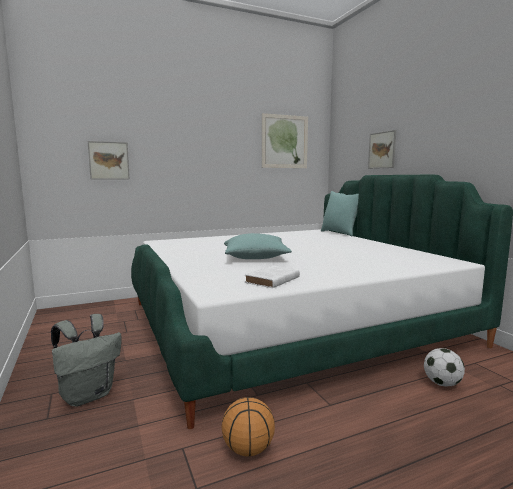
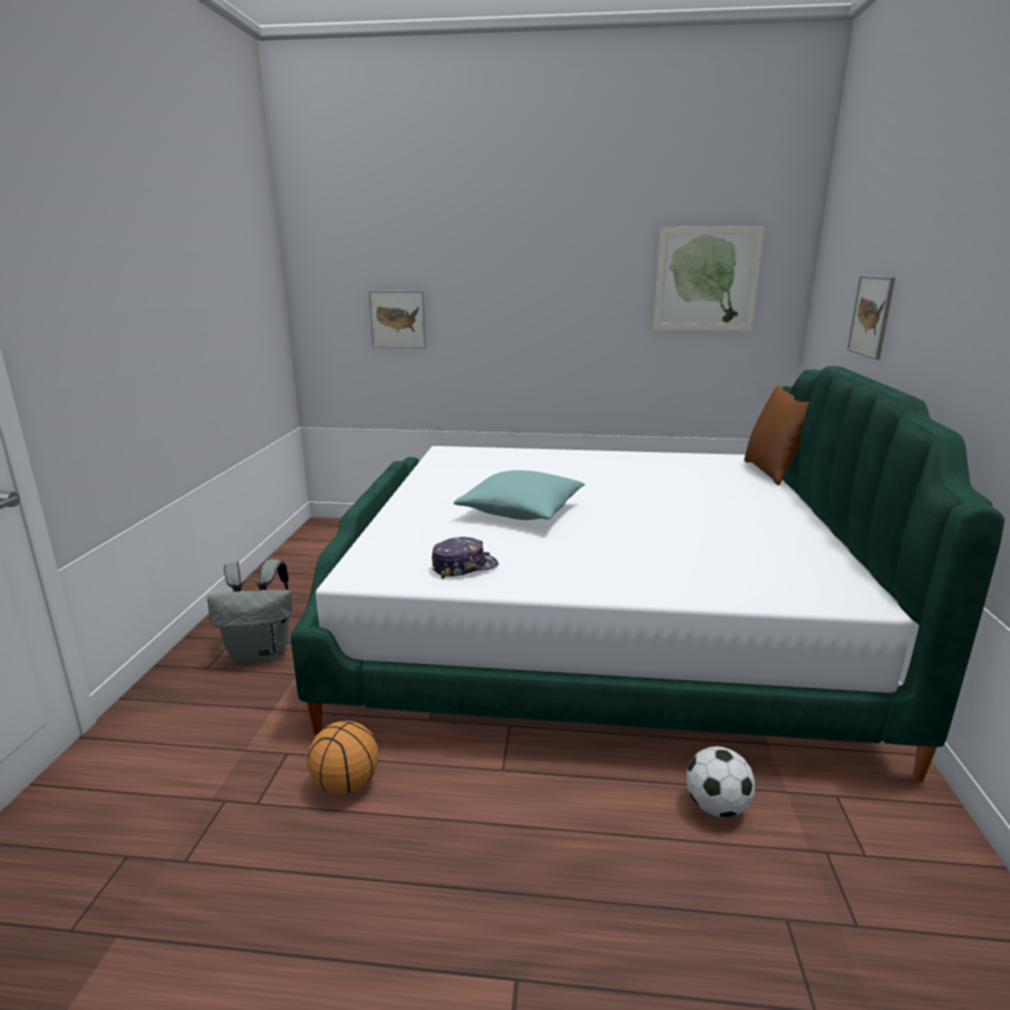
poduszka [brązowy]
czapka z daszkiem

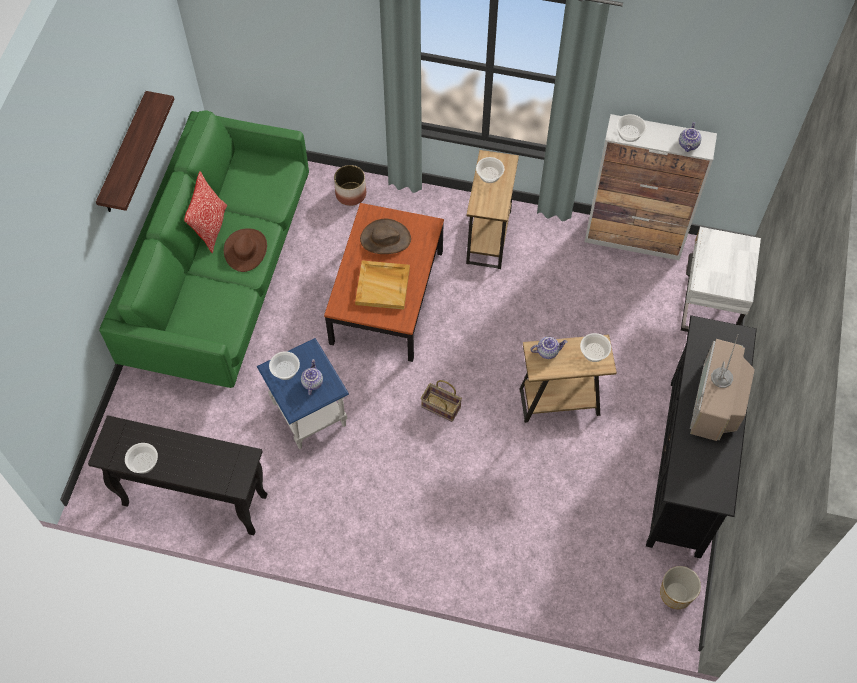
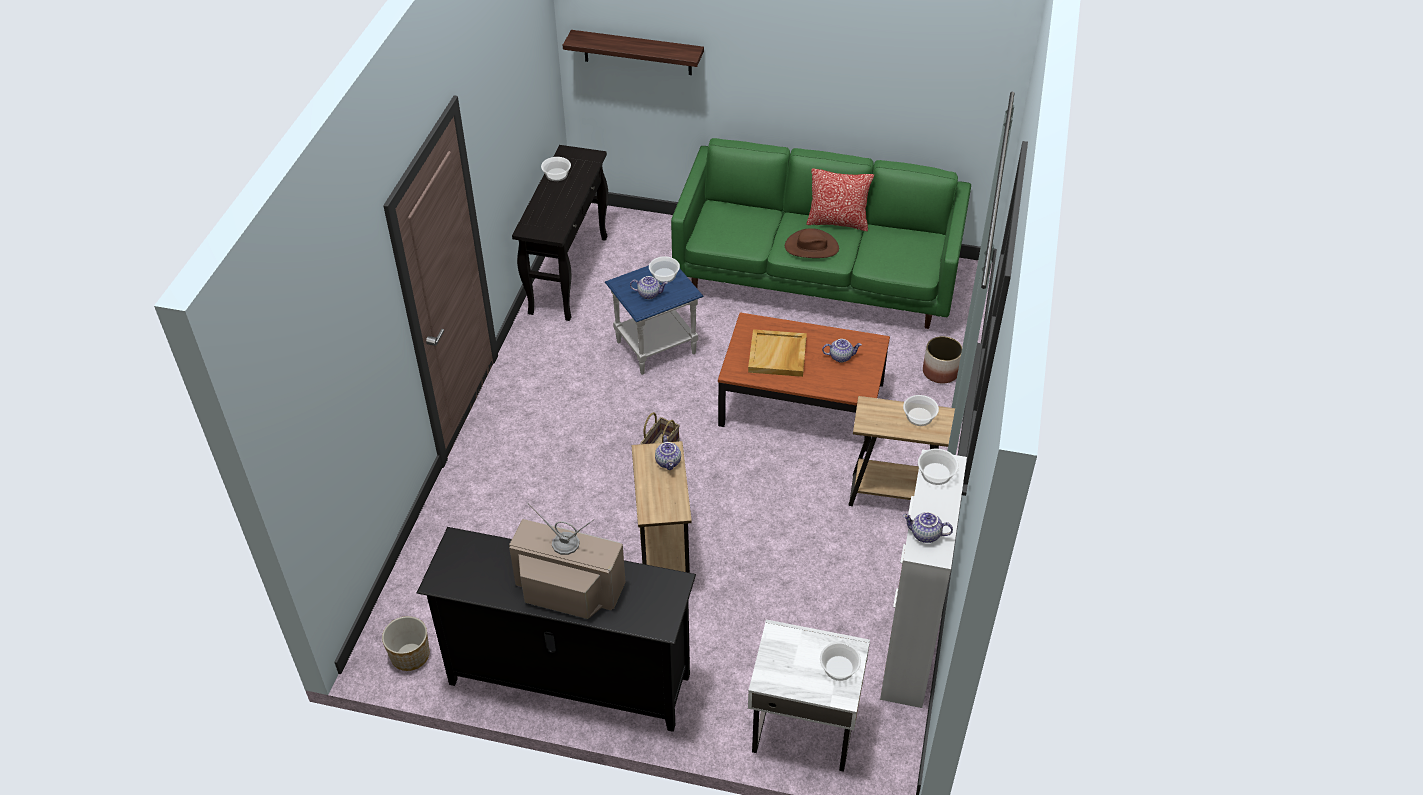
półka
imbryk (no. 3 from left)
miska (no. 3 from left)

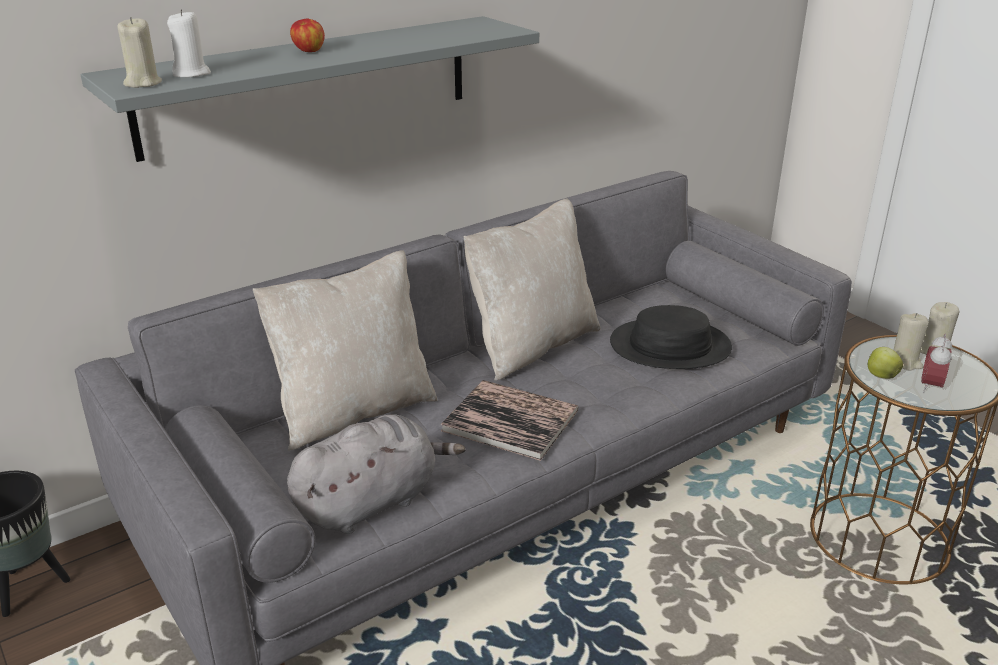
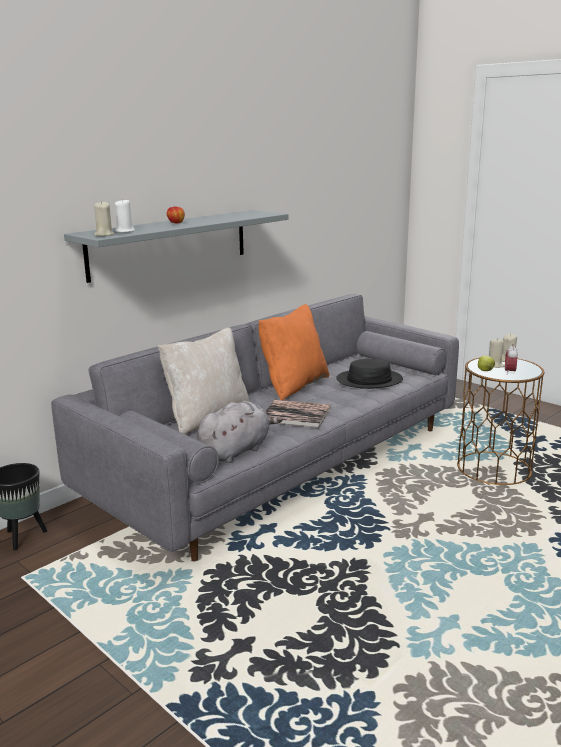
poduszka [pomarańczowy]

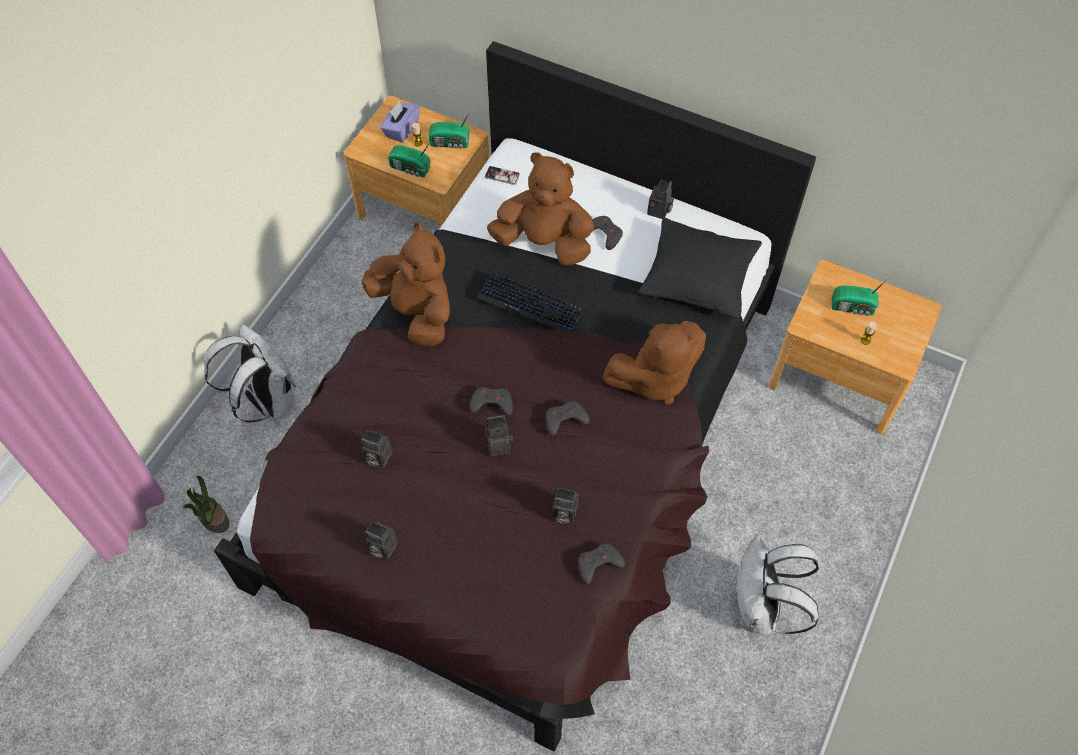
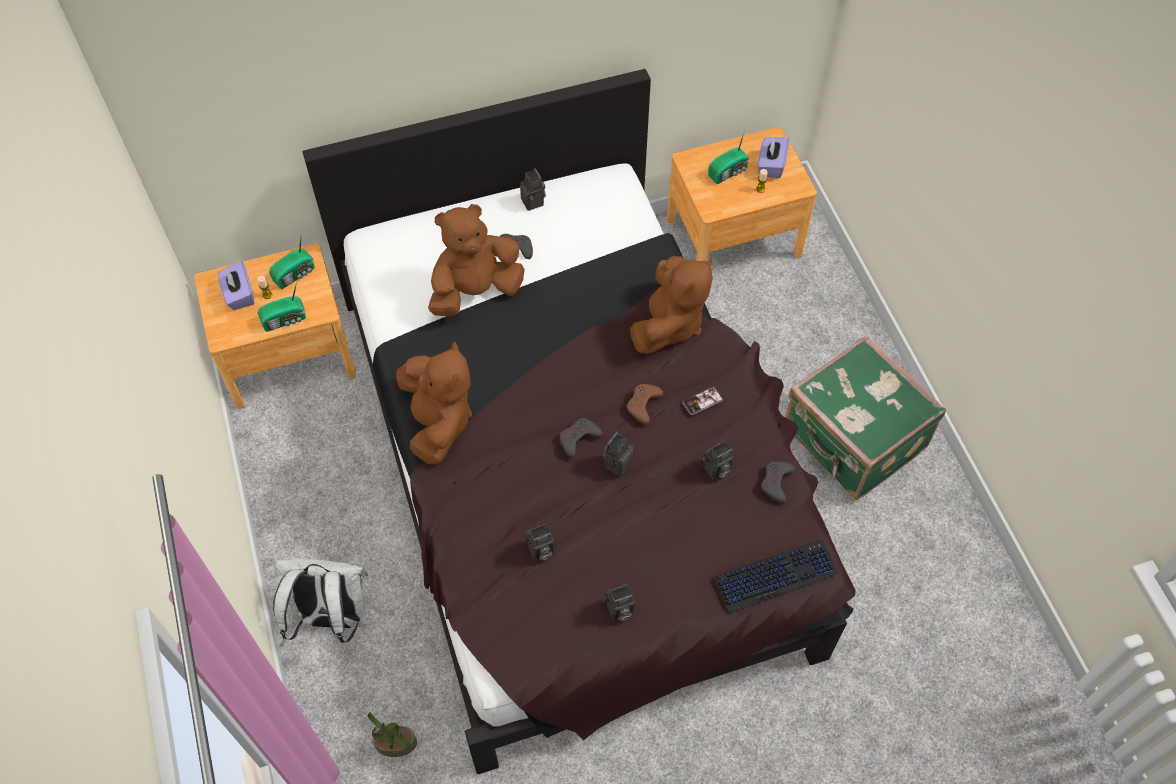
telefon
poduszka [czarny]
pluszak [brązowy] (no. 1 from left)
klawiatura
pad do gier [brązowy]
walizka [zielony]
pudełko chusteczek [fioletowy] (no. 2 from left)

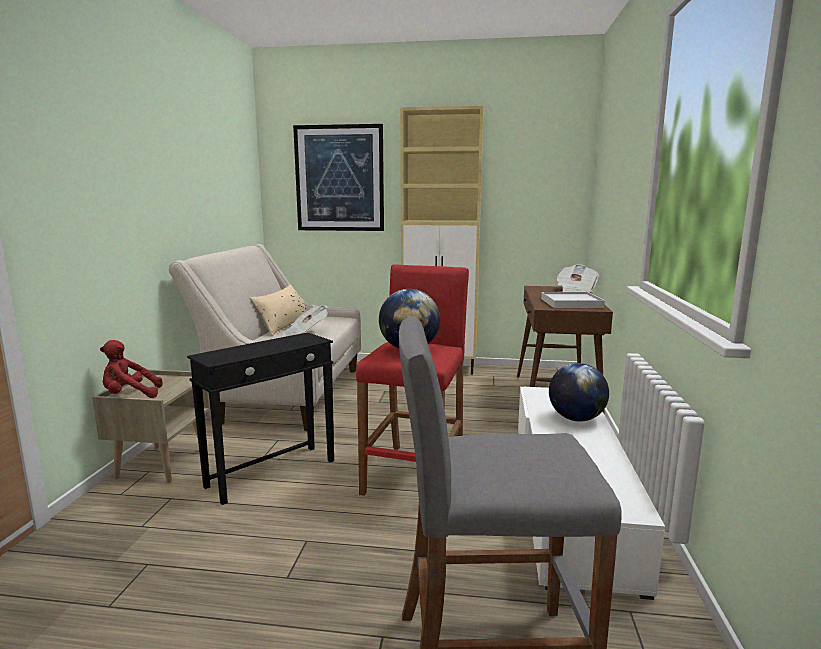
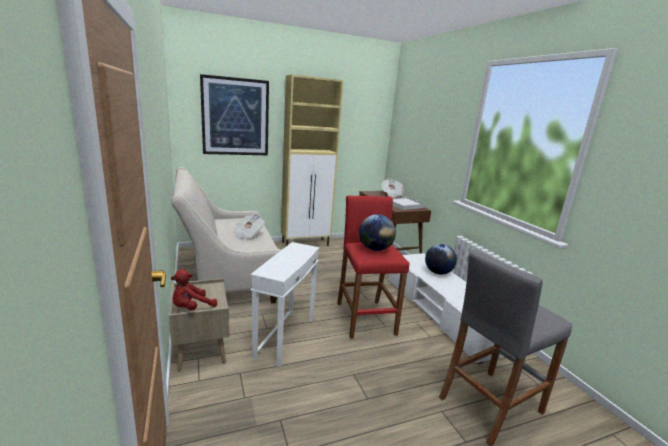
poduszka [beżowy]
stolik [biały]

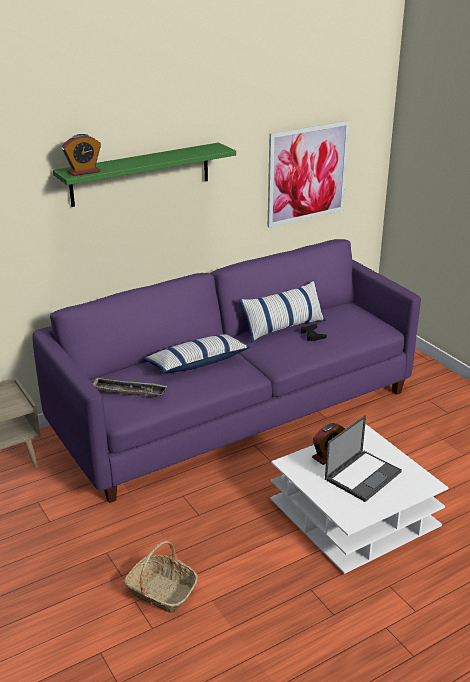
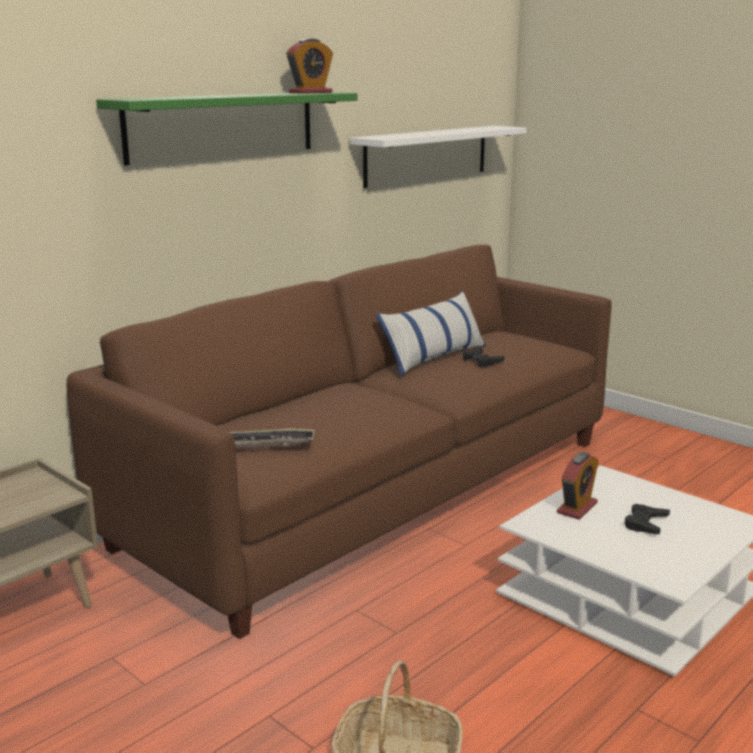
półka [biały]
budzik (no. 1 from left)
kanapa [brązowy]
poduszka (no. 1 from left in the first image)
pad do gier [czarny] (no. 2 from left)

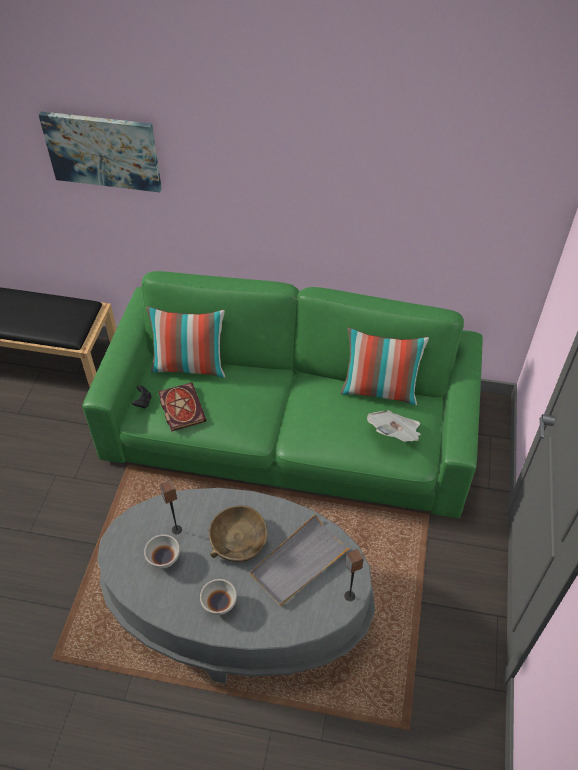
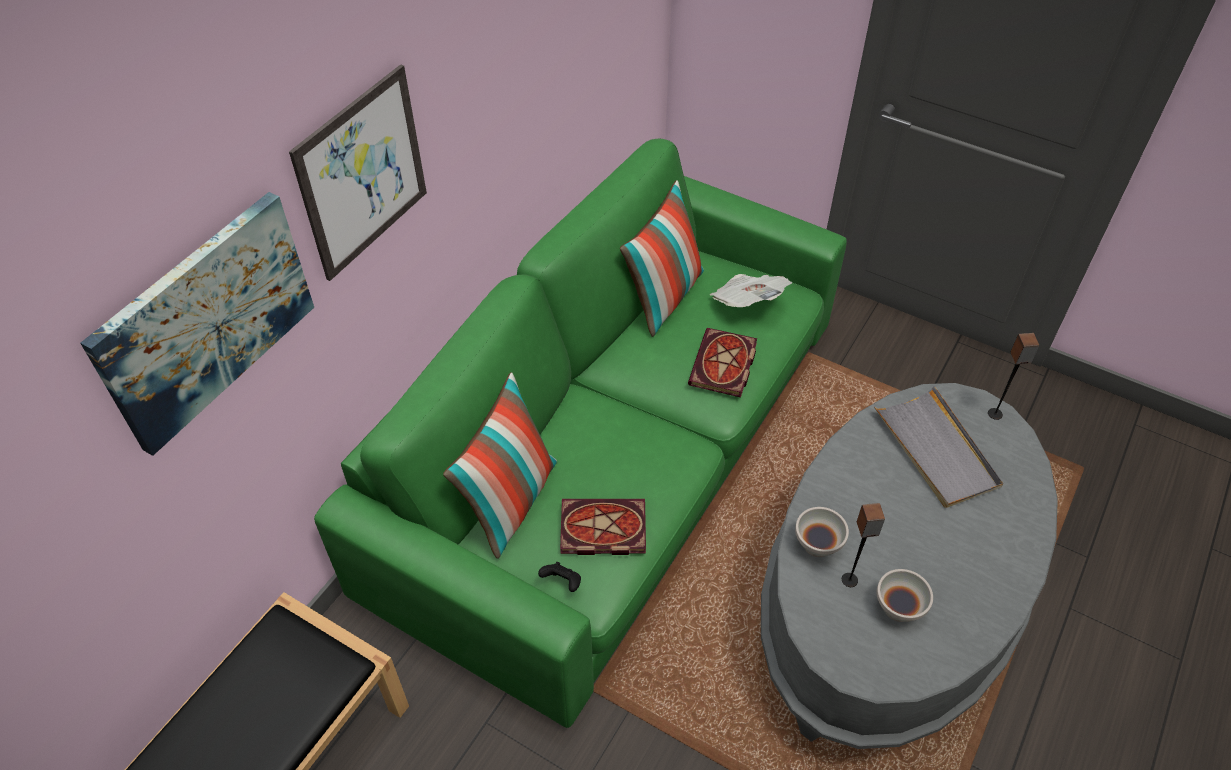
miska [brązowy]
miska [biały] (no. 1 from left)
obraz (no. 2 from left)
książka (no. 2 from left)

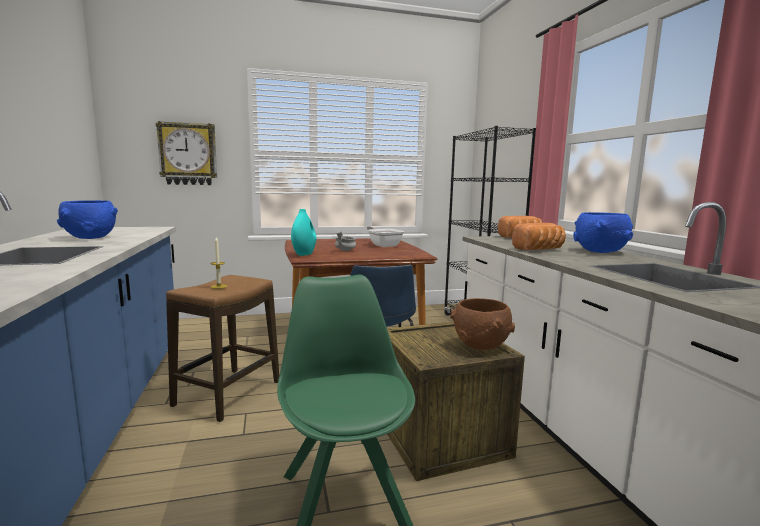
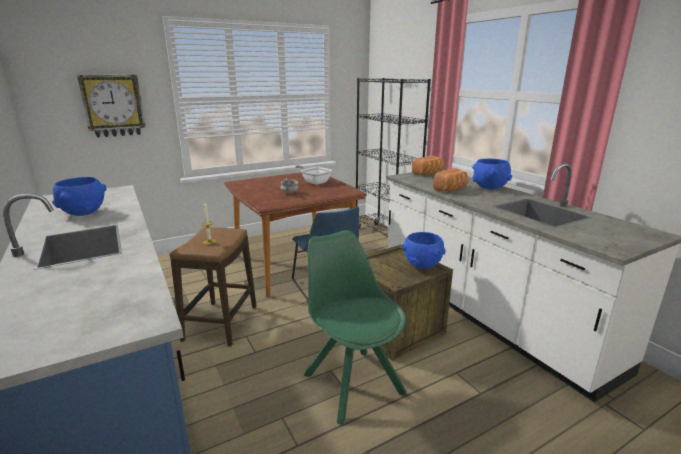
wazon [turkusowy]
miska [niebieski] (no. 2 from left)

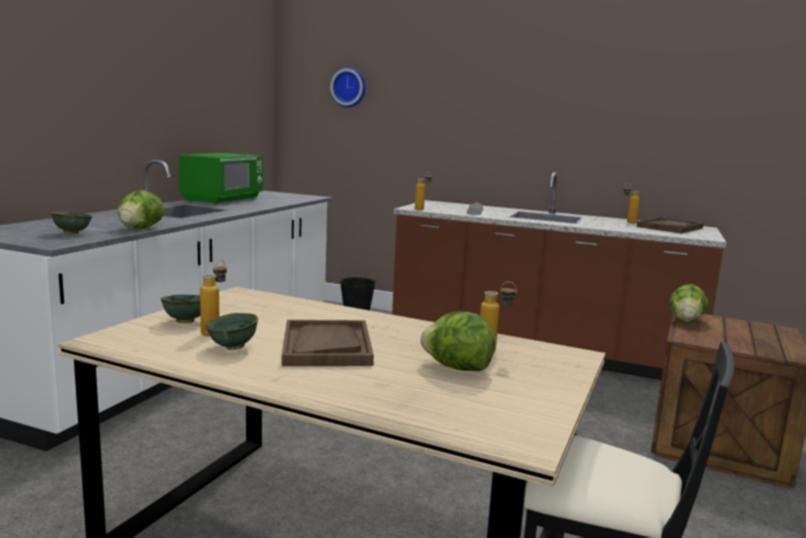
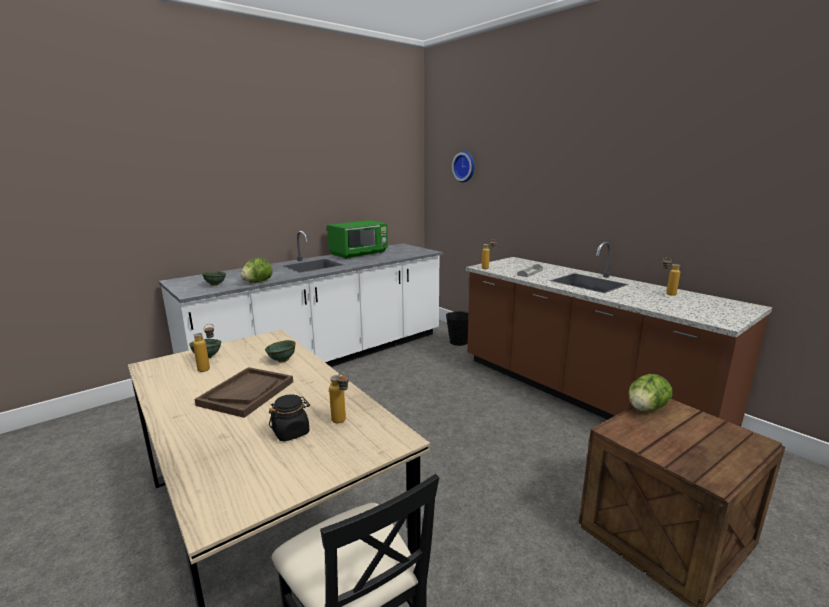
taca [brązowy] (no. 2 from left in the first image)
słoik [czarny]
miska [zielony] (no. 3 from left)

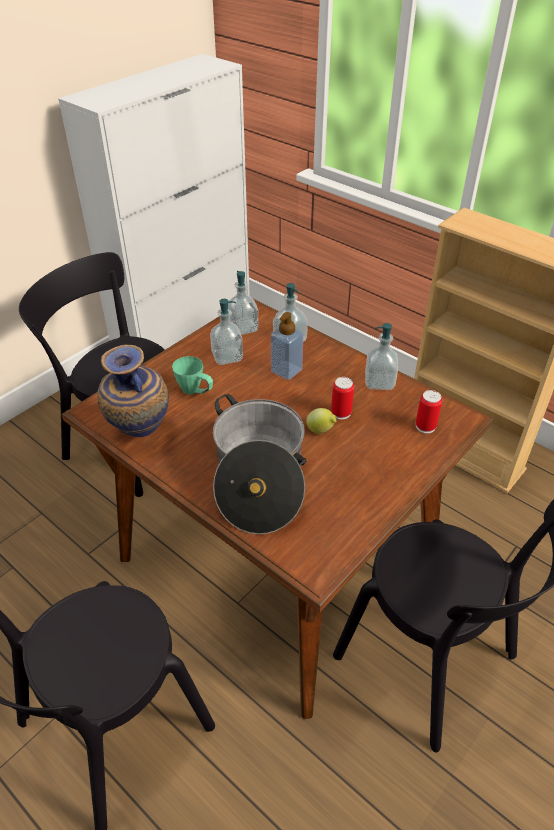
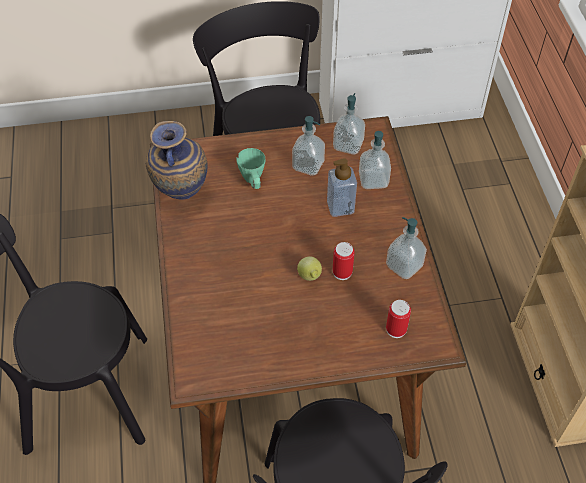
garnek

